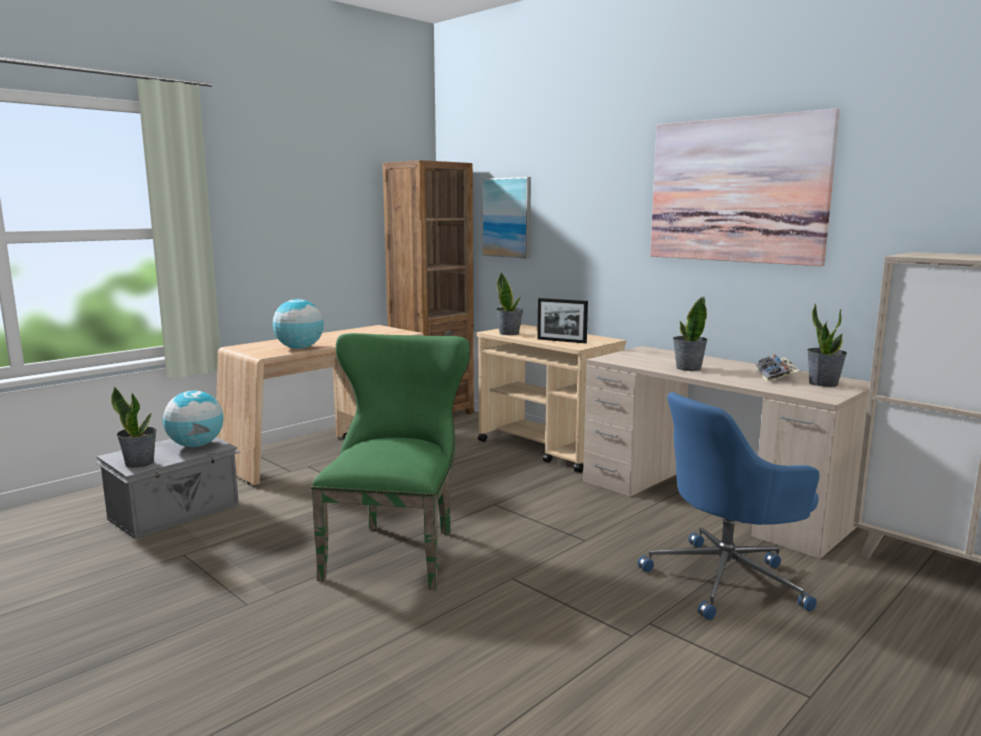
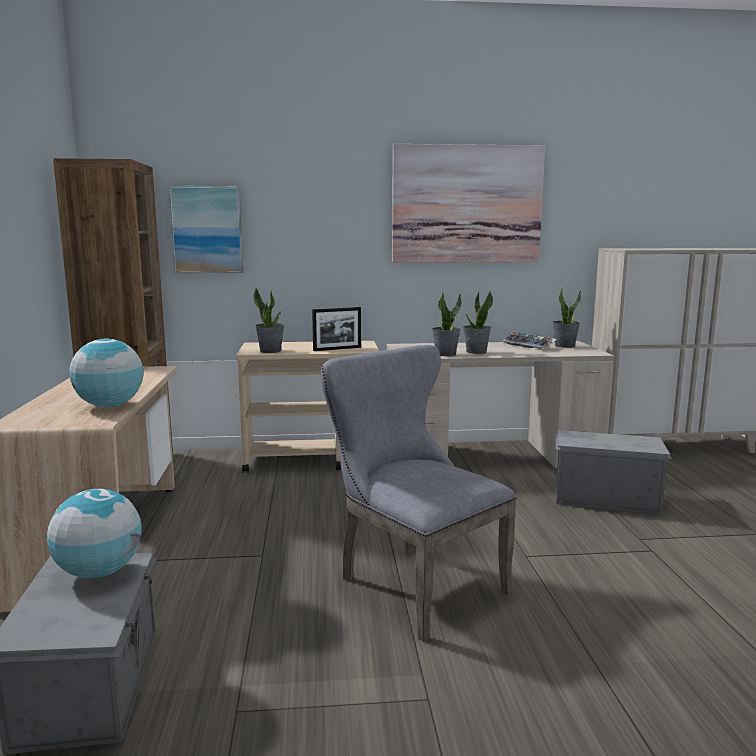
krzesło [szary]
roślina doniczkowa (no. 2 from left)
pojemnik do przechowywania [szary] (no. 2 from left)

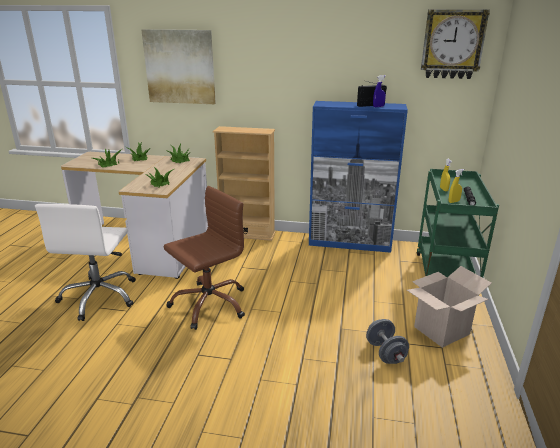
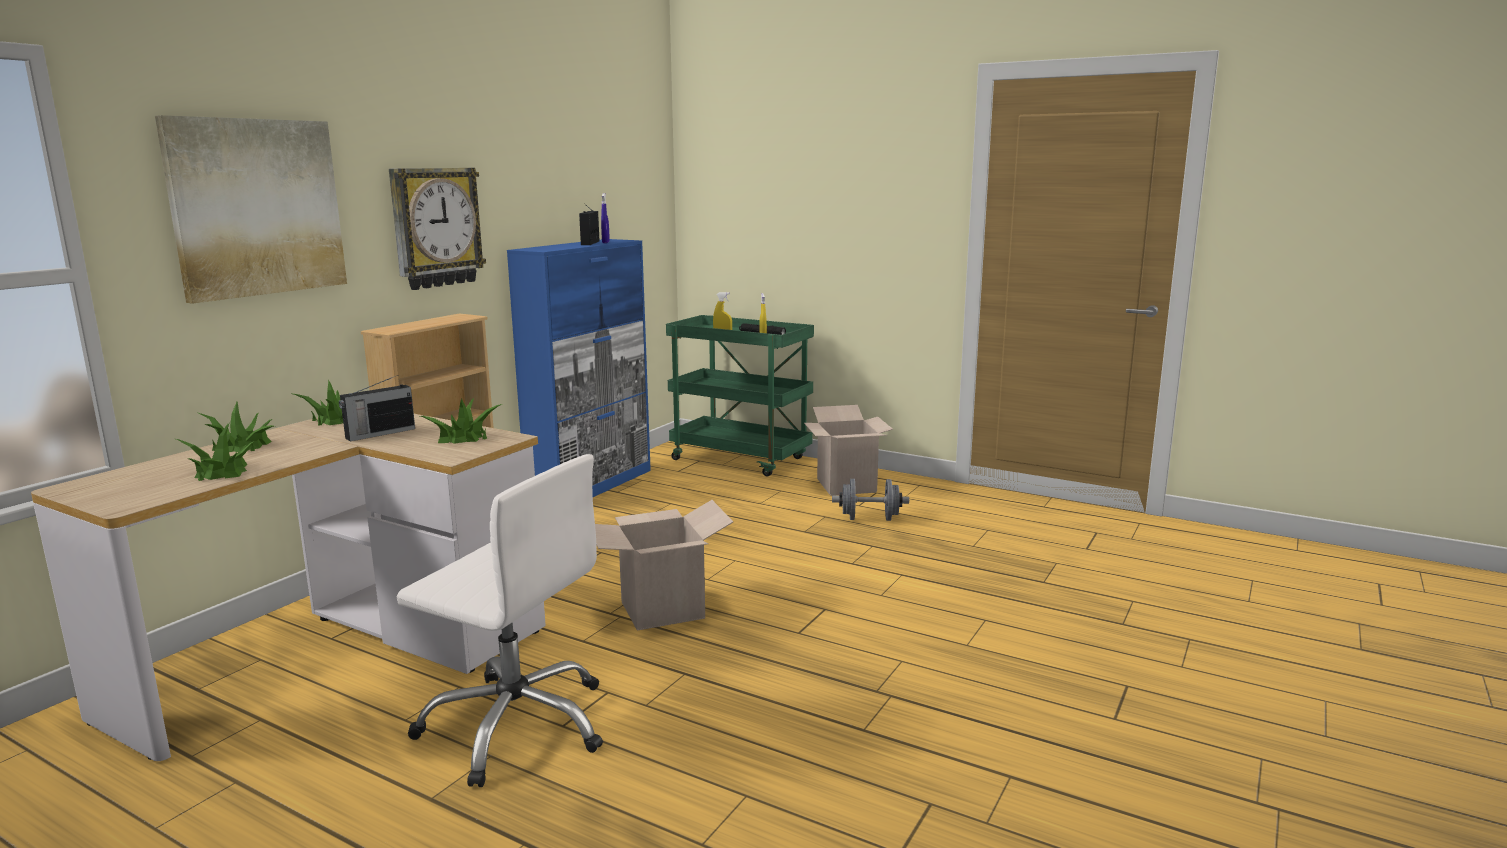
zegar ścienny
karton (no. 1 from left)
radio (no. 1 from left)

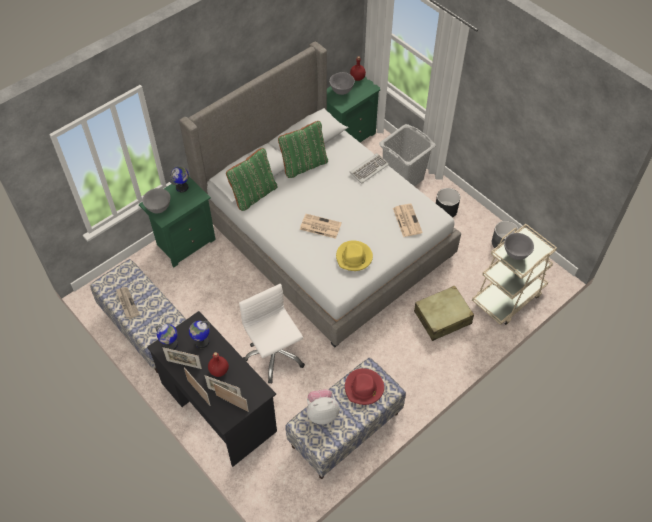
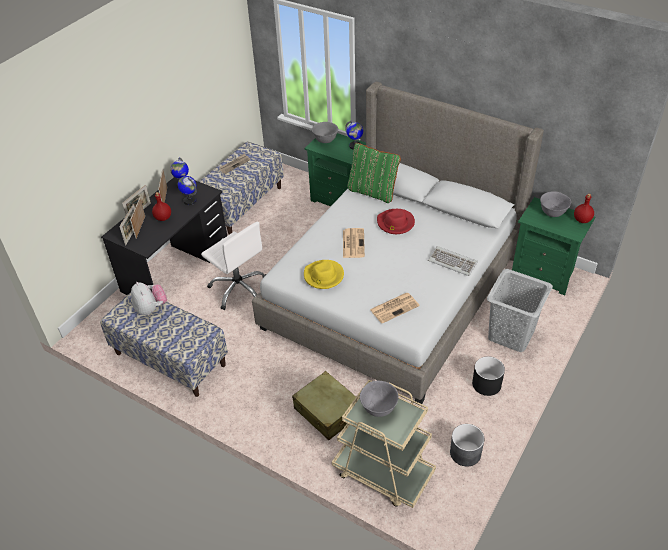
poduszka [zielony] (no. 2 from left in the first image)
krzesło biurowe [biały]
kapelusz [czerwony]

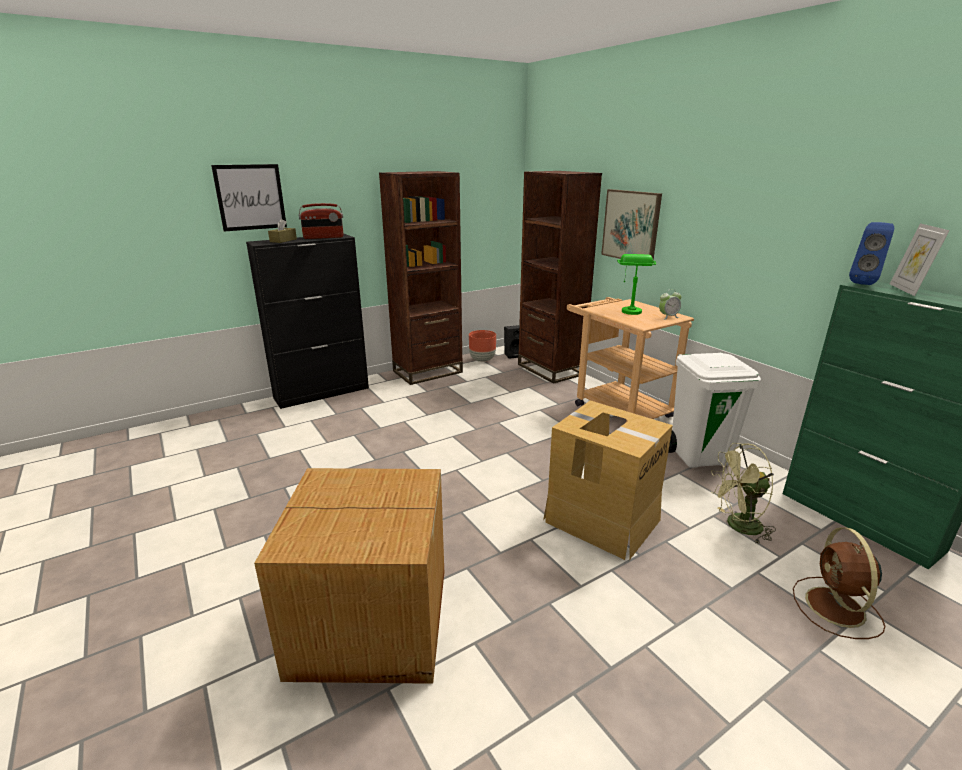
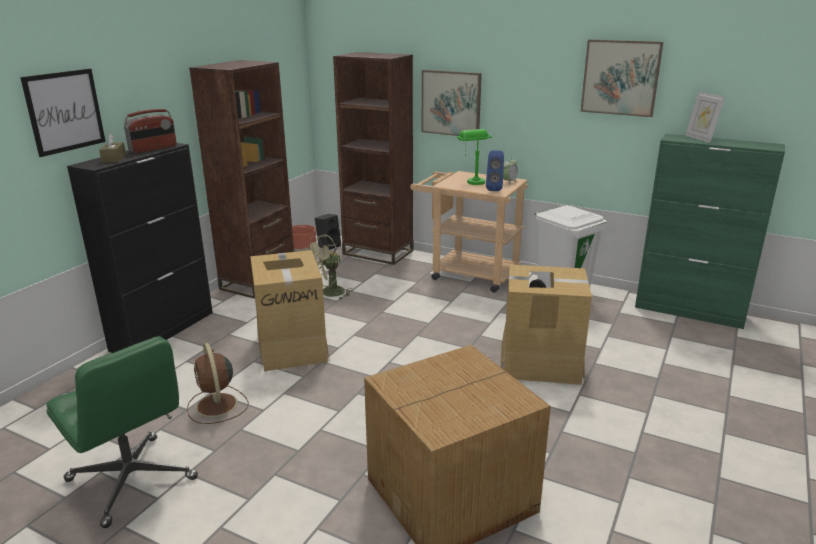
głośnik [niebieski]
wentylator [zielony]
wentylator [brązowy]
obraz (no. 3 from left)
karton (no. 1 from left)
krzesło biurowe [zielony]

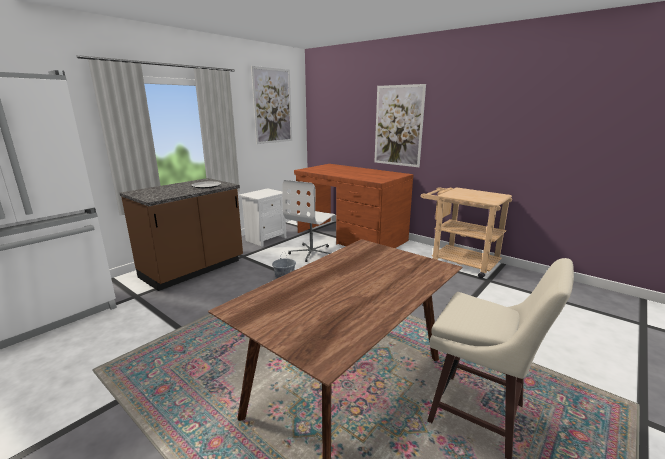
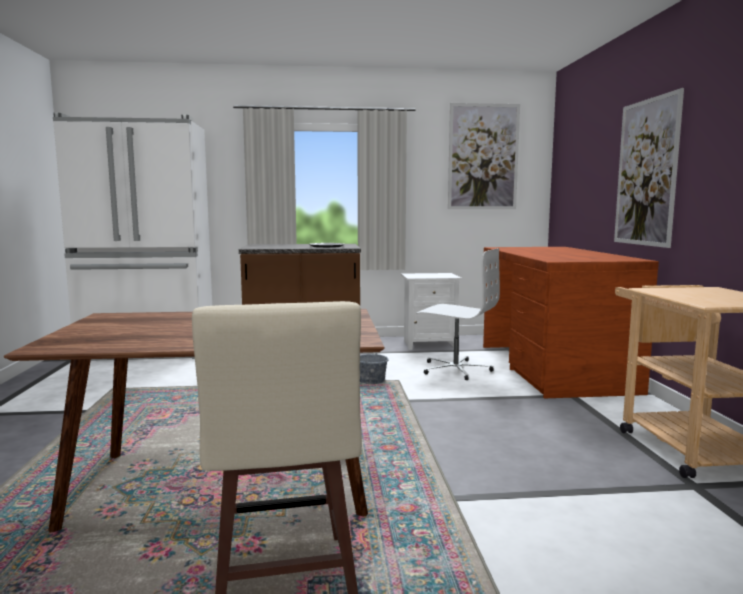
krzesło biurowe [biały]

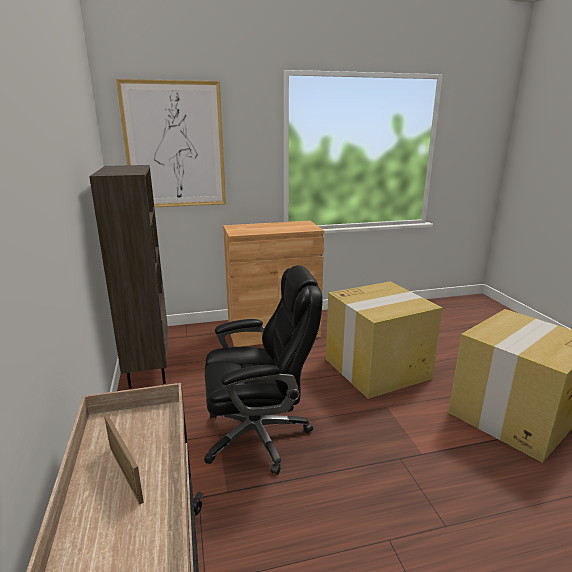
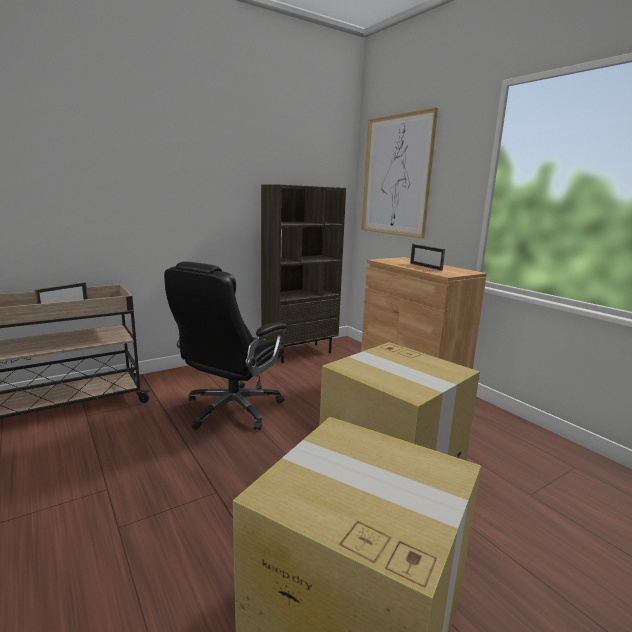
krzesło biurowe [czarny]
ramka na zdjęcie (no. 2 from left)

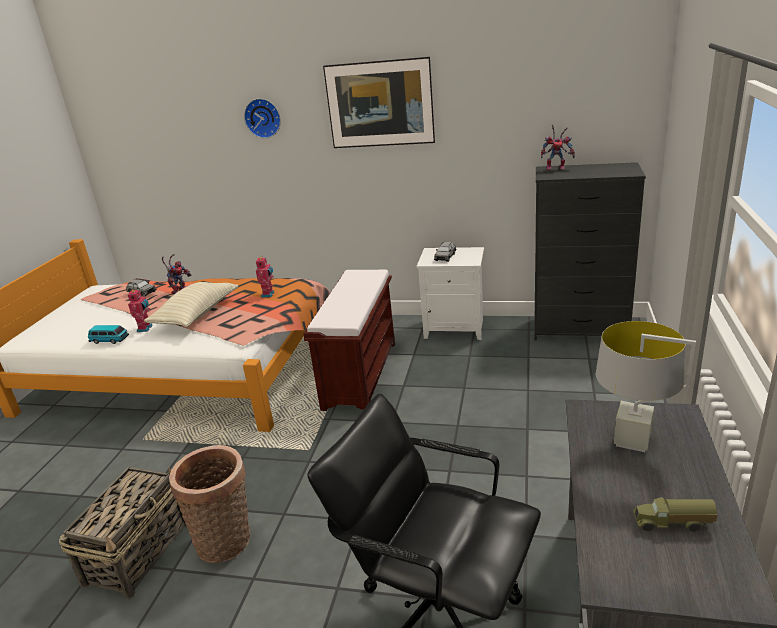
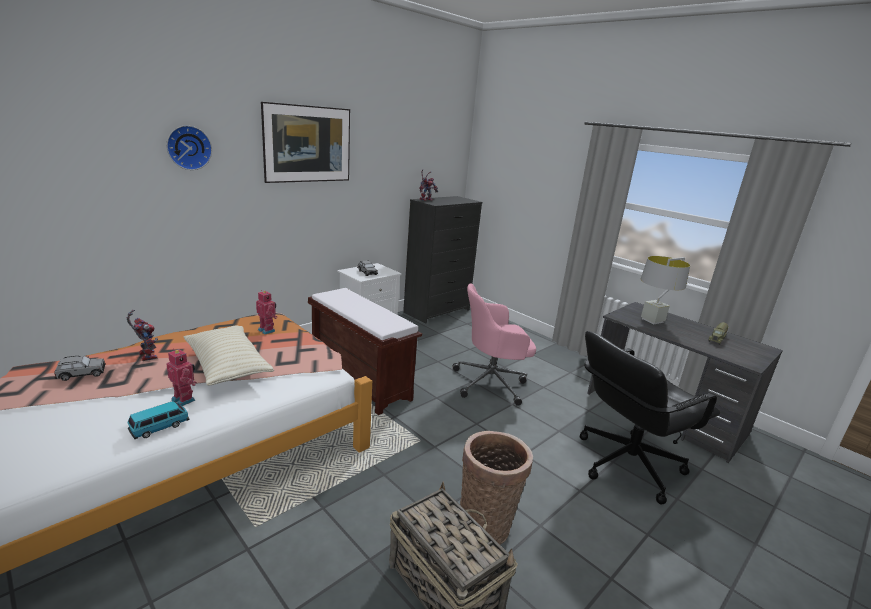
krzesło biurowe [różowy]

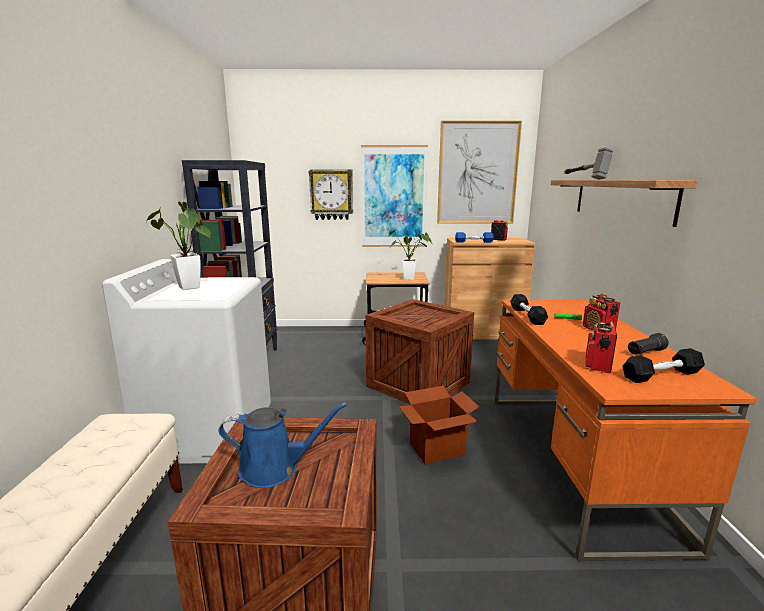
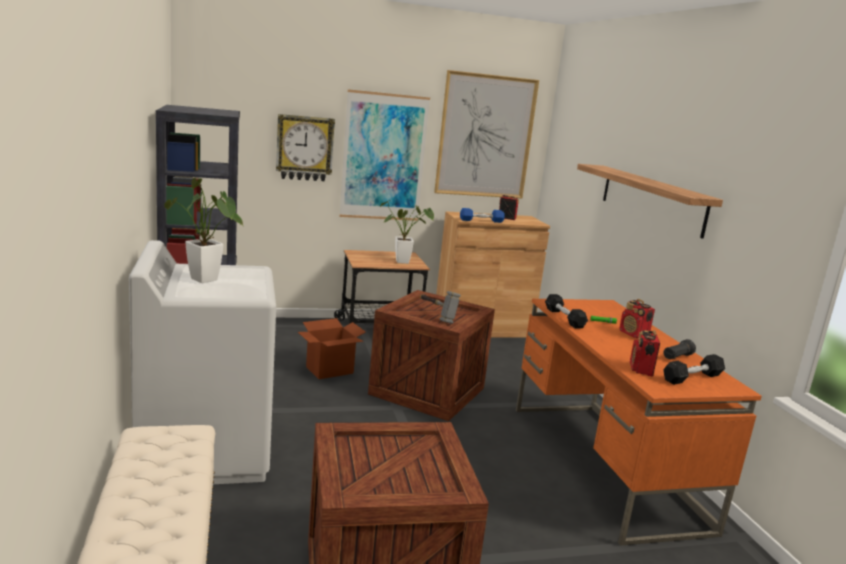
młotek
karton
konewka [niebieski]

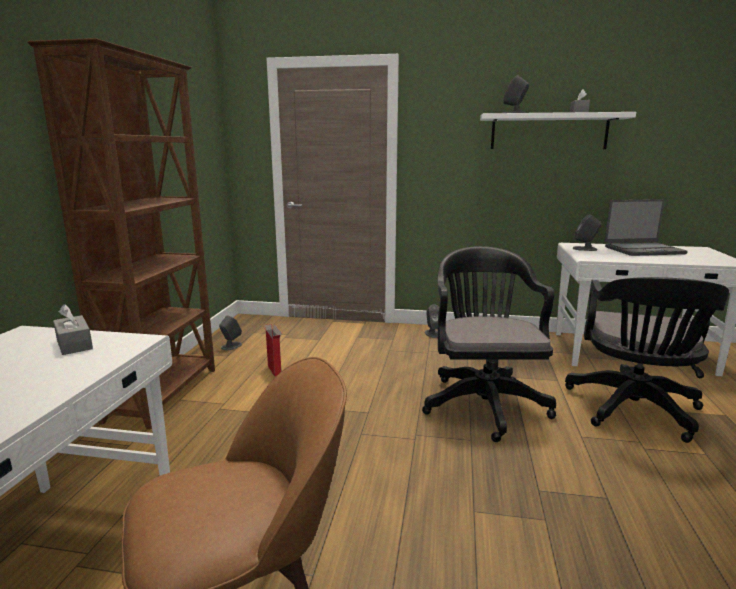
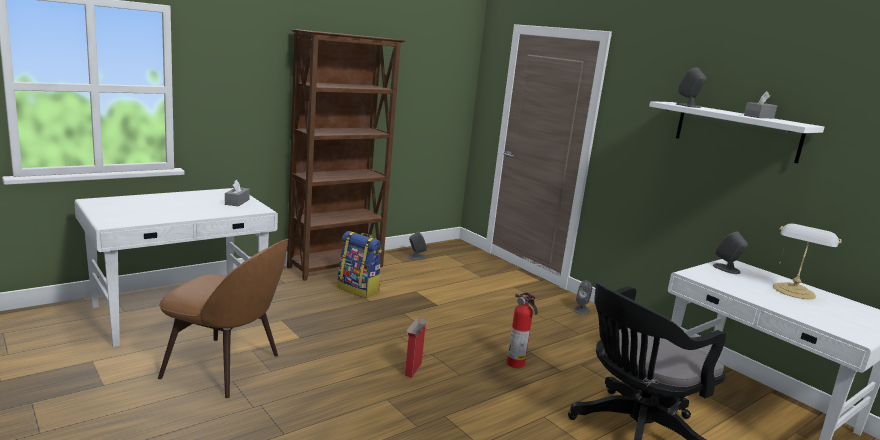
lampa stołowa
gaśnica
karton
plecak

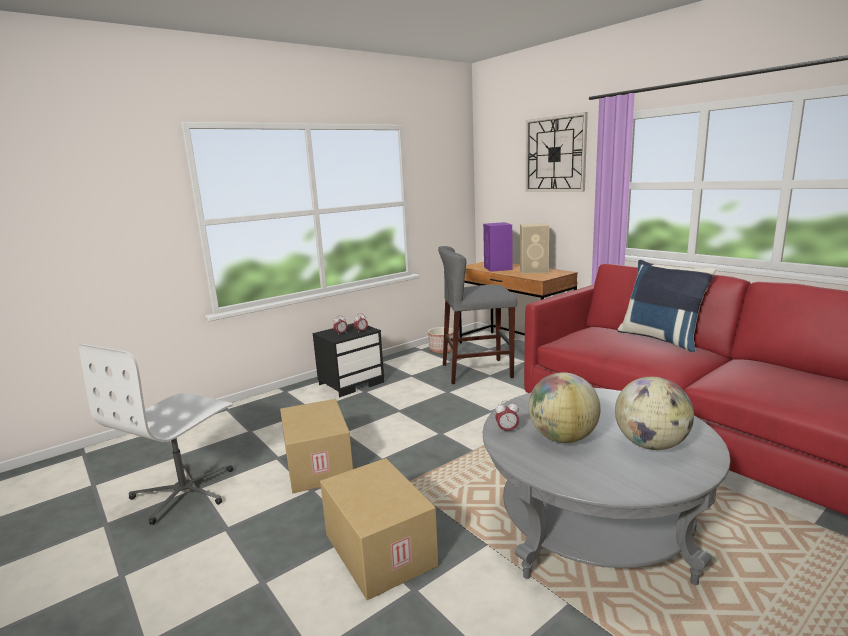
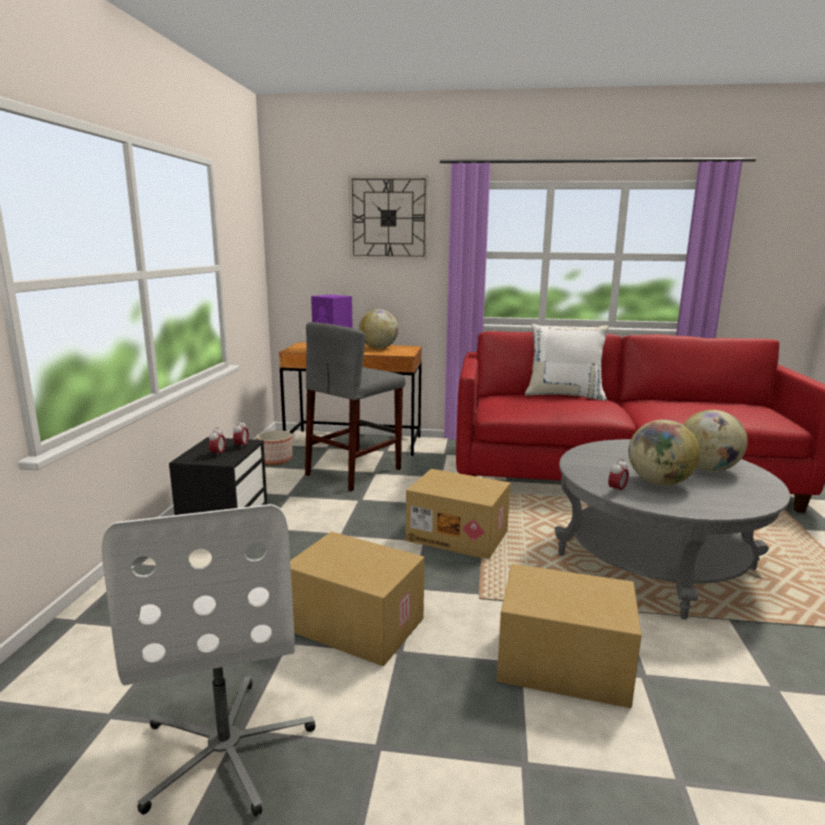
globus (no. 1 from left)
poduszka [biały]
karton (no. 2 from left)

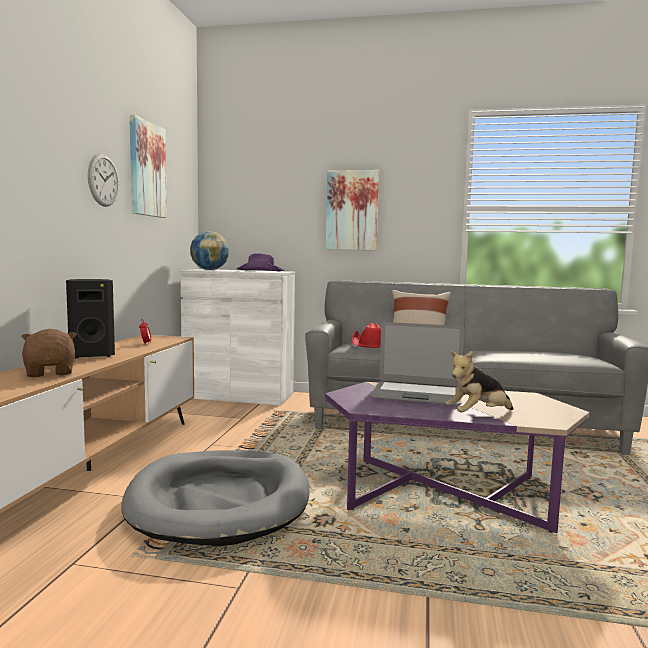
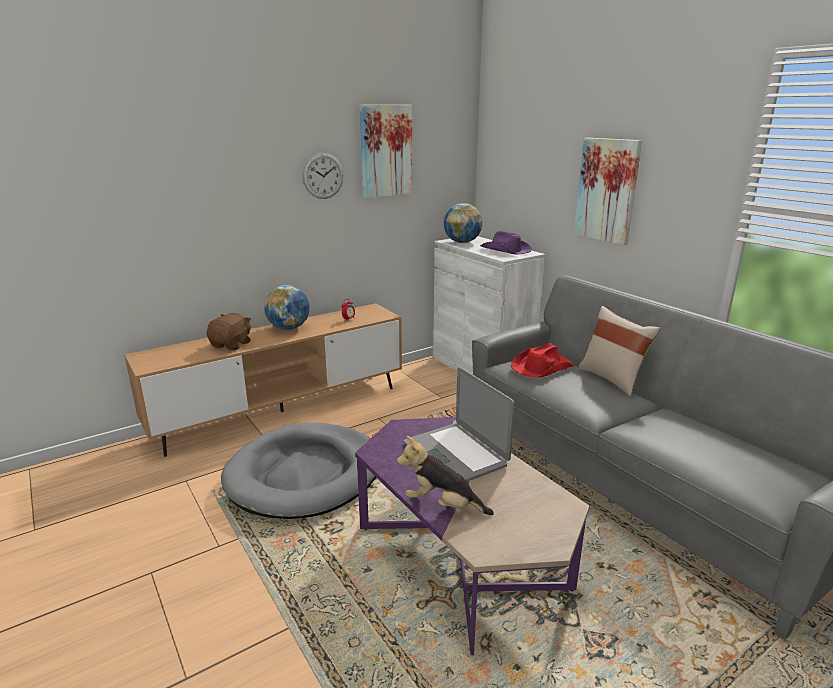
globus (no. 1 from left)

